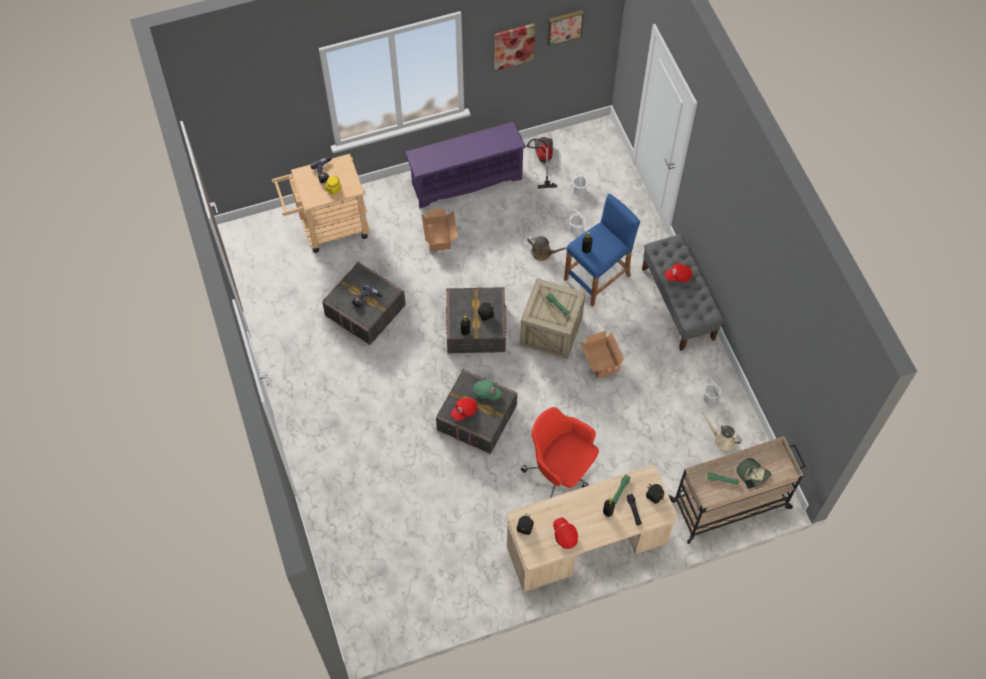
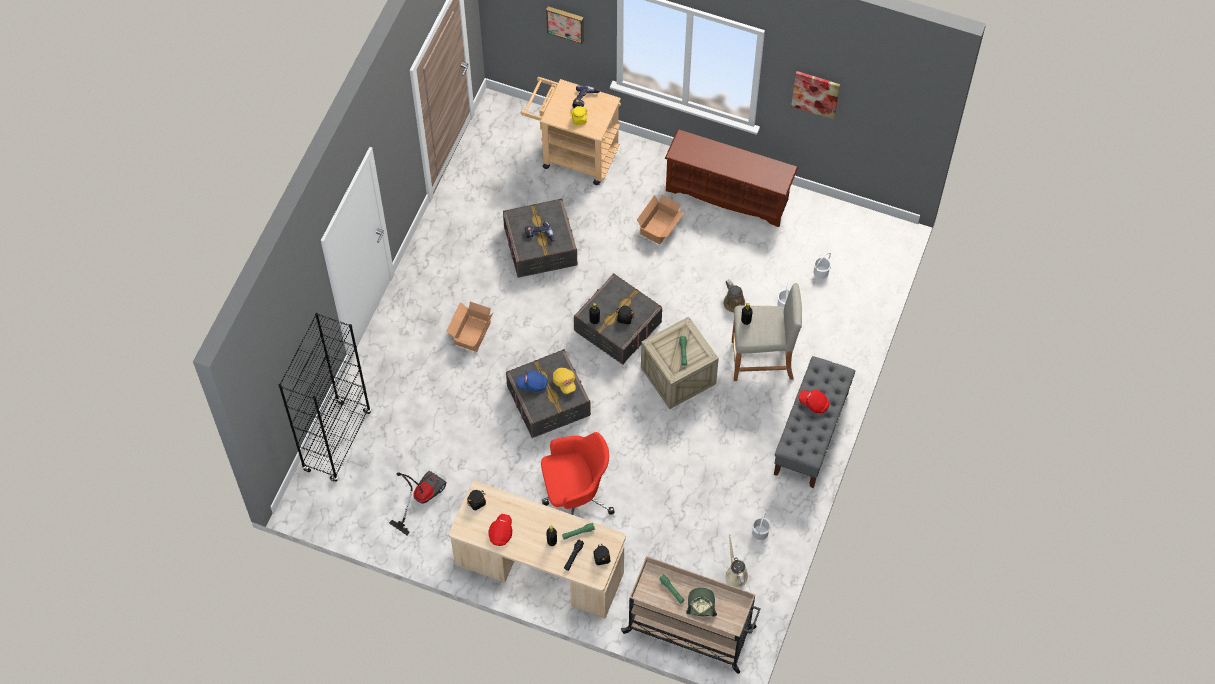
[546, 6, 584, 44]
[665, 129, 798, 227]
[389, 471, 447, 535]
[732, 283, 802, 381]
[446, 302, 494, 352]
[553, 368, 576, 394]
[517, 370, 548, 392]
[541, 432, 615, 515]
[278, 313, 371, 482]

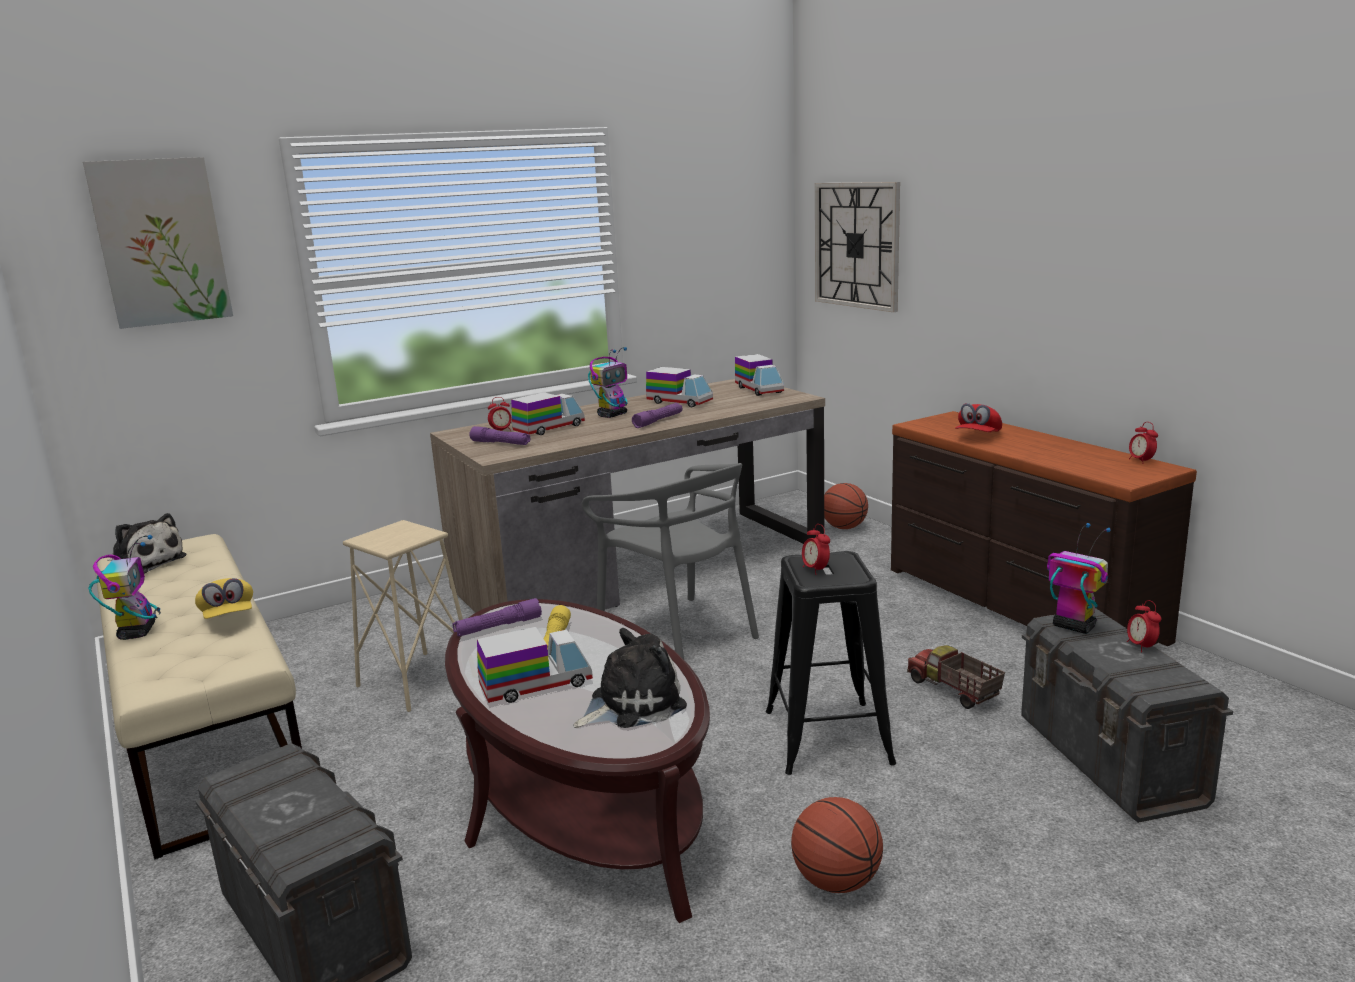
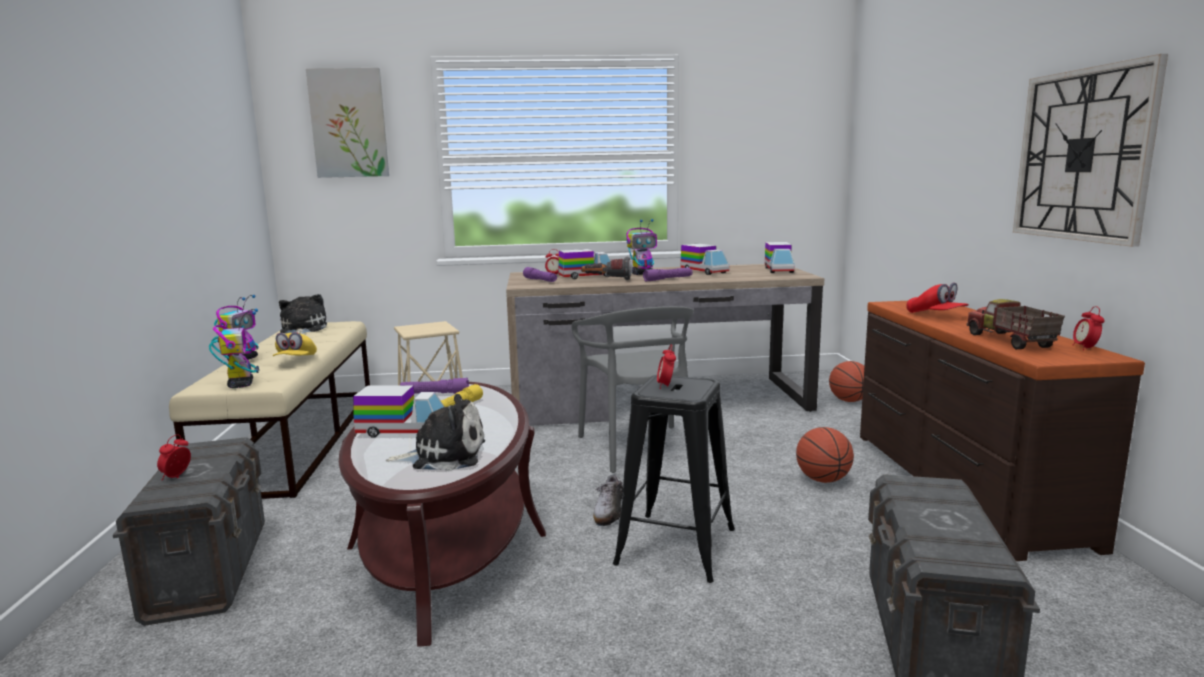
[1013, 54, 1168, 247]
[906, 282, 969, 313]
[279, 294, 327, 334]
[209, 308, 259, 388]
[157, 434, 191, 481]
[967, 299, 1065, 349]
[796, 427, 854, 483]
[581, 257, 632, 280]
[593, 475, 623, 526]

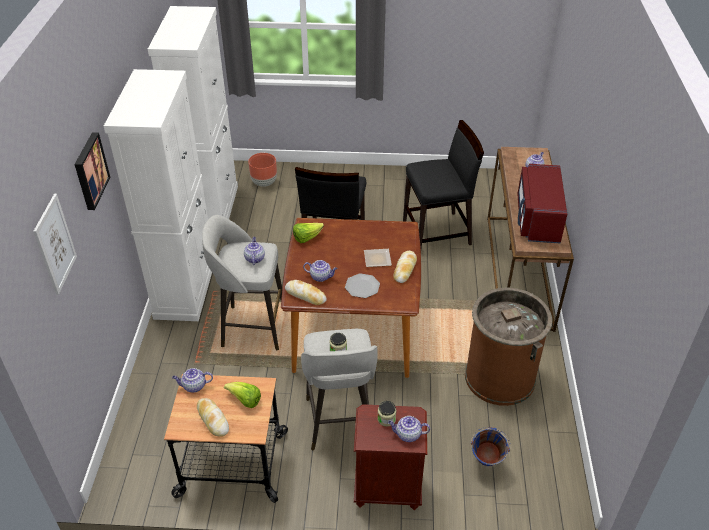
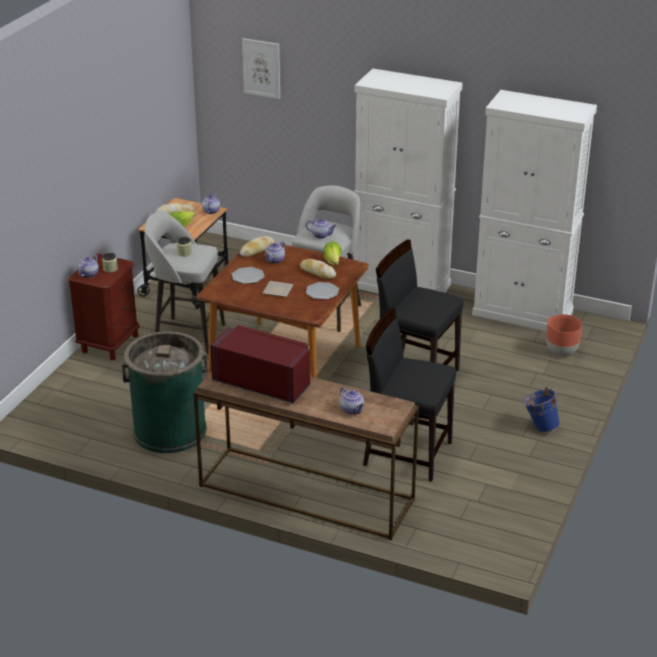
[363, 308, 456, 482]
[74, 132, 110, 210] (first image)
[300, 259, 336, 279]
[121, 331, 208, 453]
[523, 387, 560, 433]
[306, 282, 339, 299]

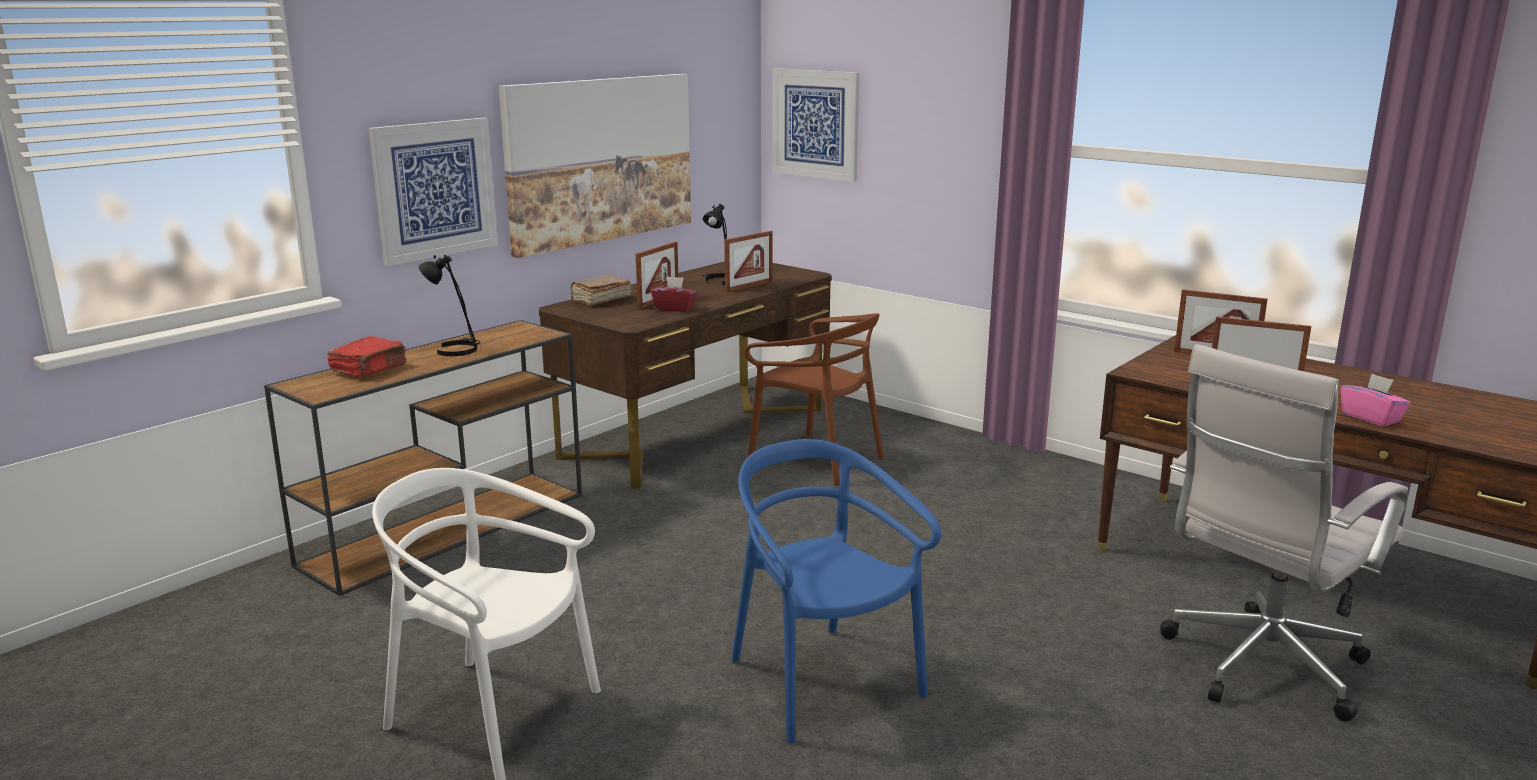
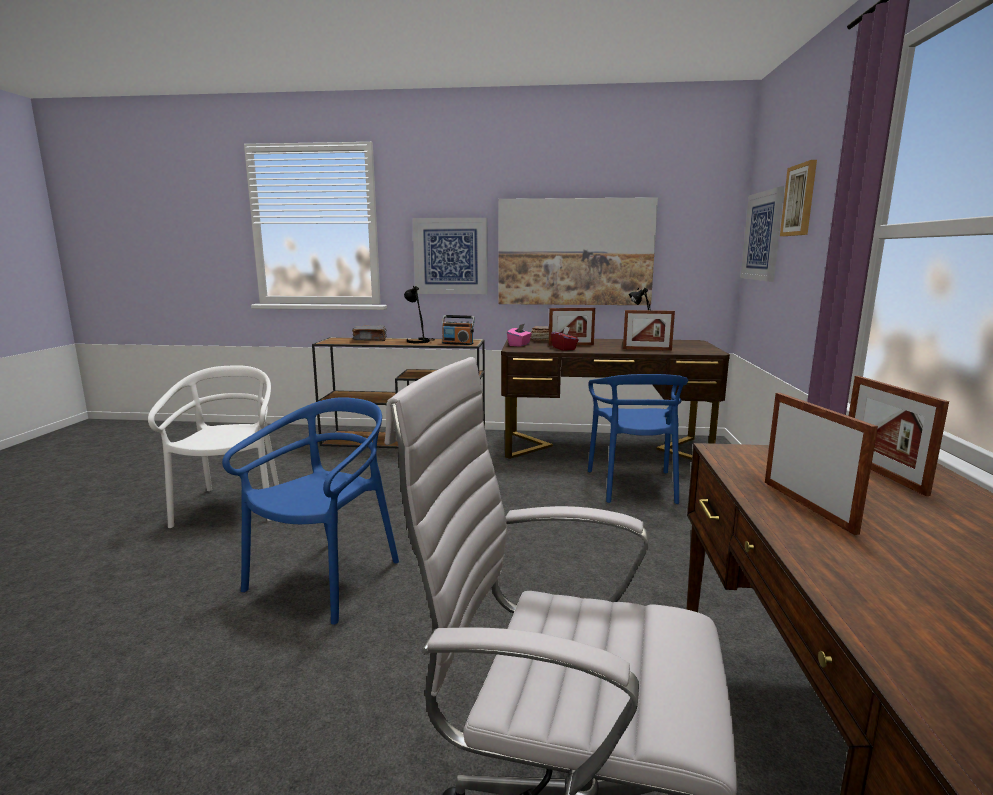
[588, 374, 688, 504]
[352, 325, 387, 341]
[507, 324, 532, 347]
[780, 160, 817, 236]
[442, 315, 475, 345]

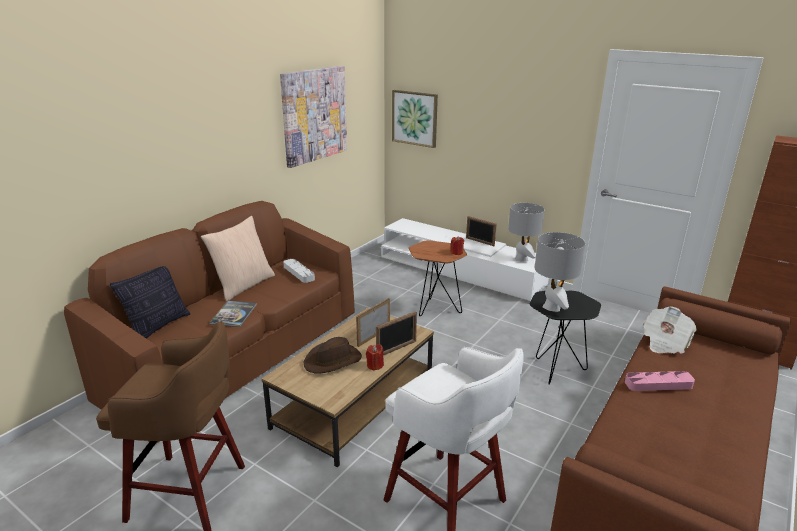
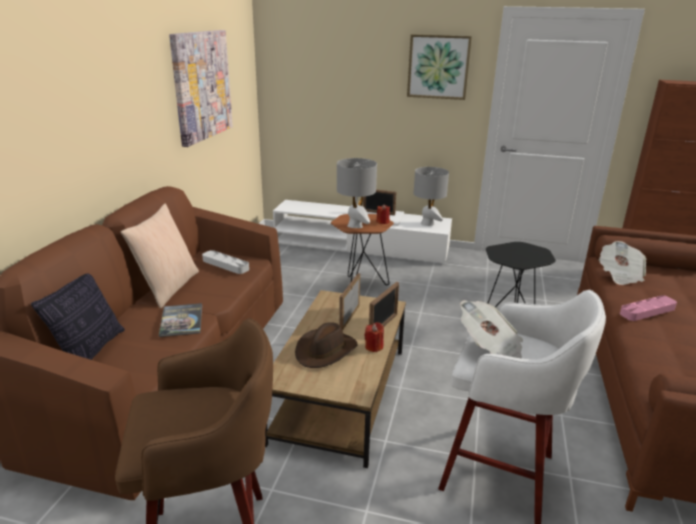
[407, 34, 472, 100]
[337, 158, 377, 228]
[460, 300, 523, 358]

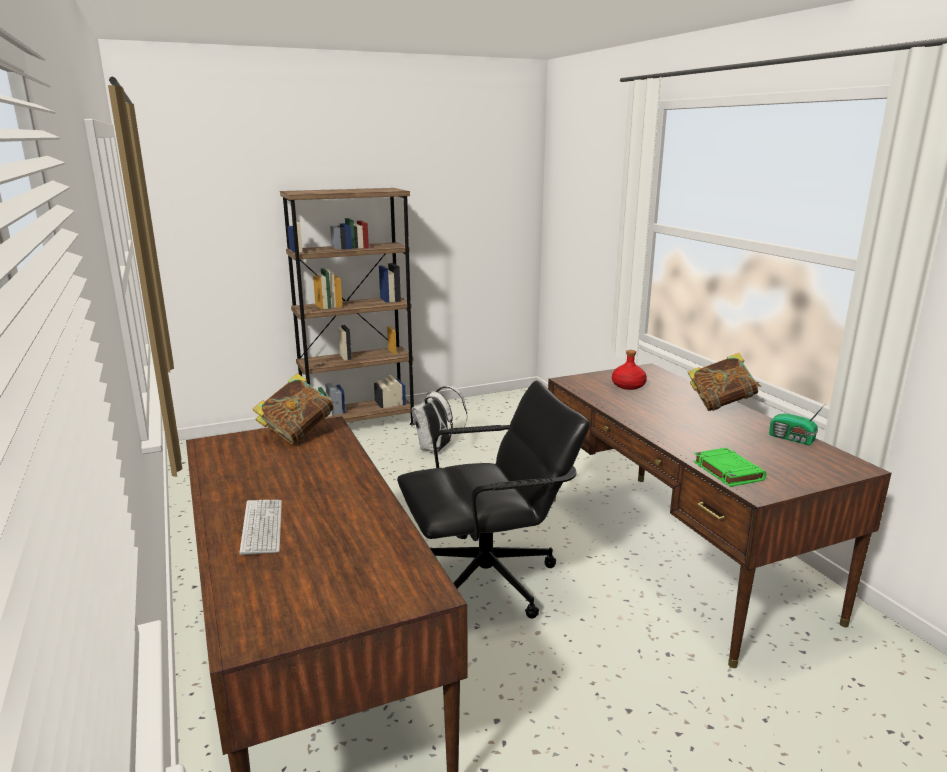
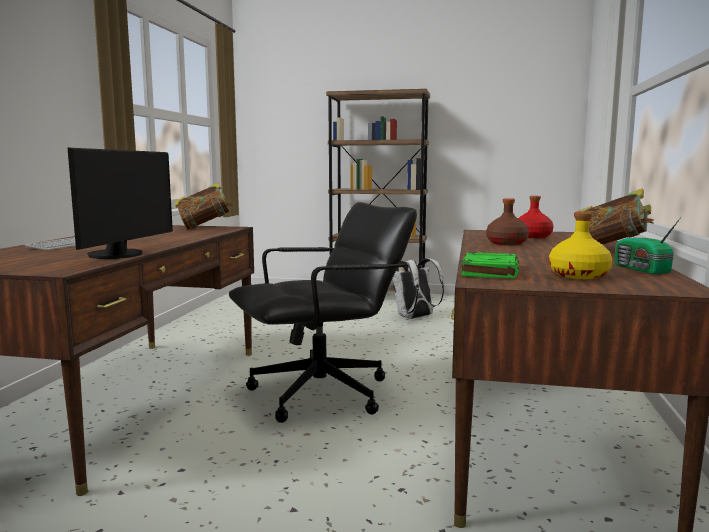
[229, 202, 417, 423]
[67, 147, 173, 259]
[486, 198, 529, 245]
[549, 212, 612, 279]

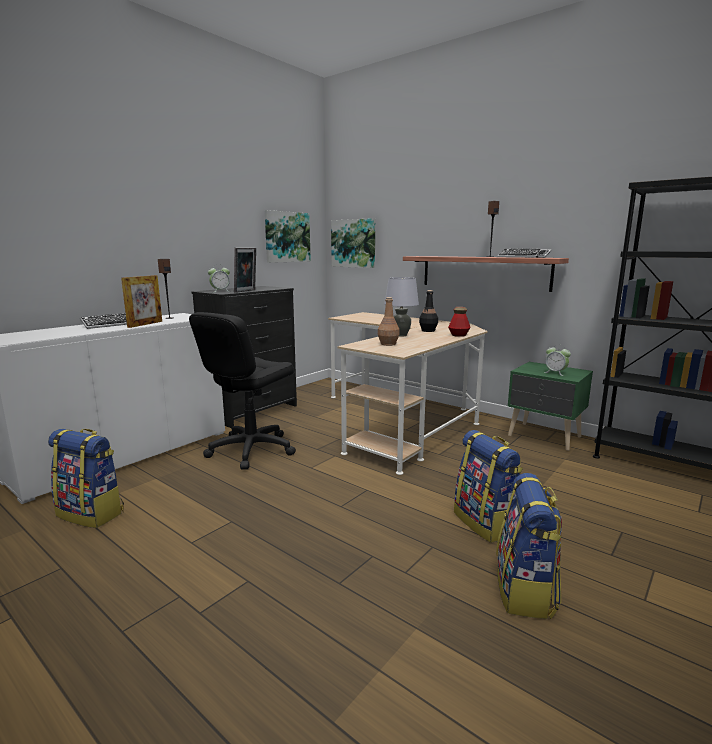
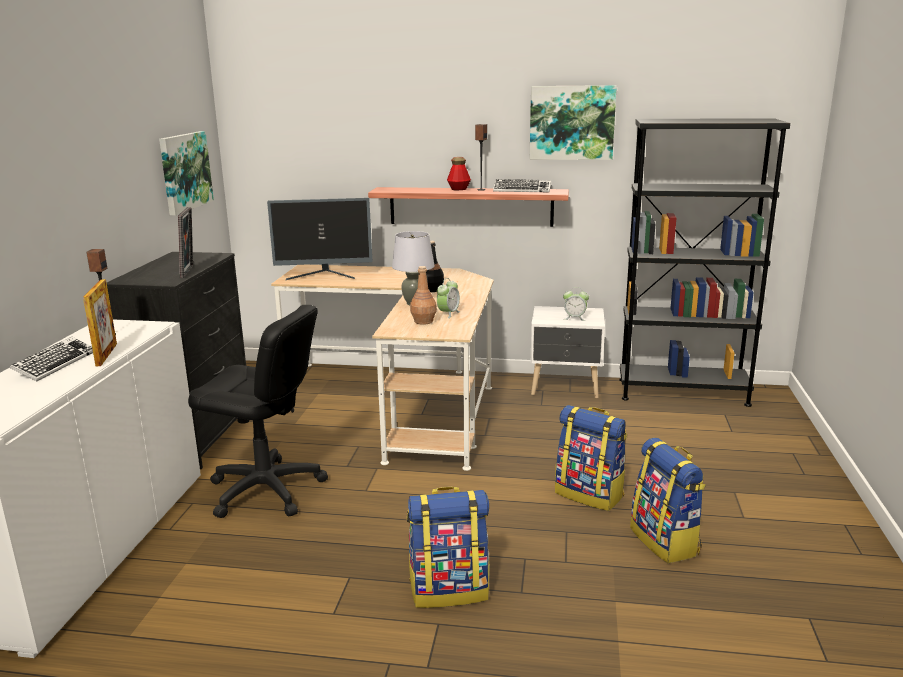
[530, 85, 617, 160]
[437, 278, 460, 318]
[447, 157, 471, 190]
[188, 305, 328, 518]
[531, 306, 605, 398]
[407, 487, 489, 608]
[267, 198, 372, 280]

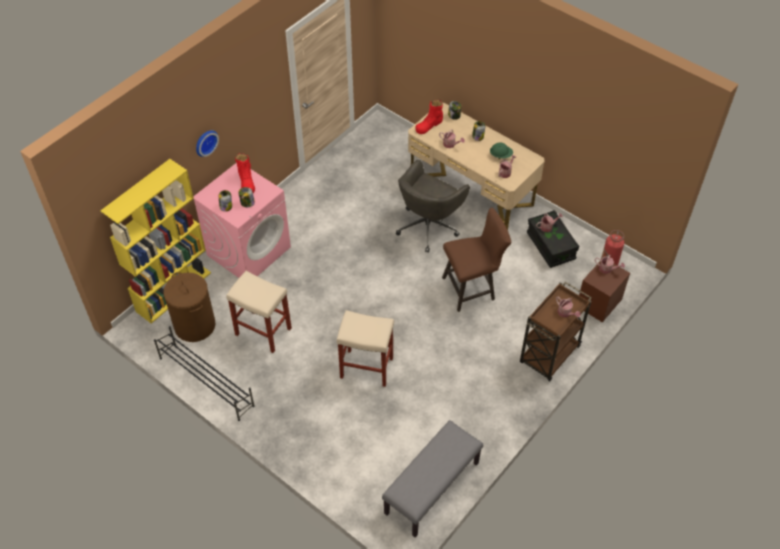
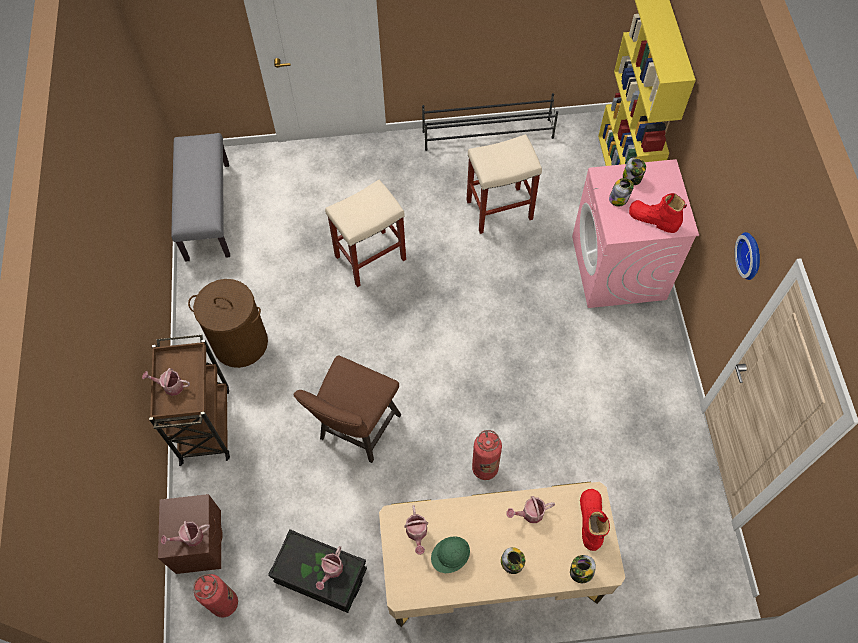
[735, 232, 760, 280]
[472, 430, 502, 480]
[188, 279, 268, 368]

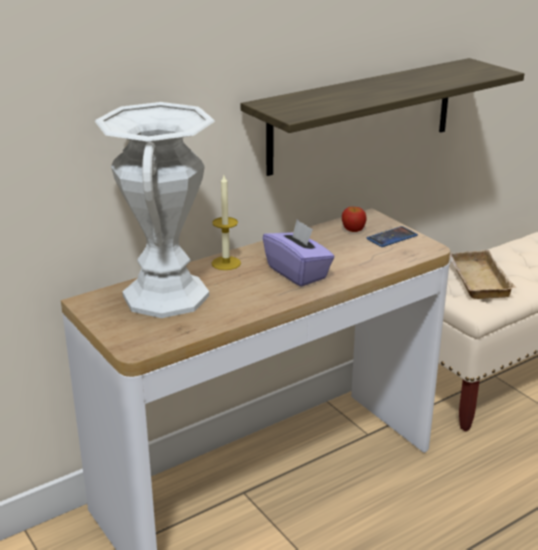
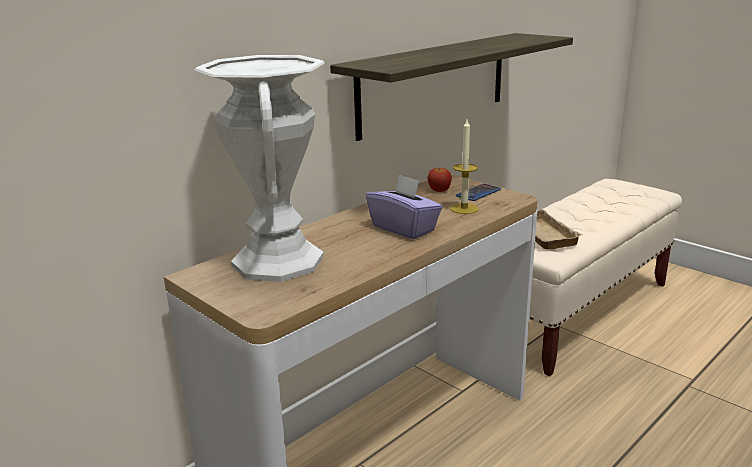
[450, 120, 479, 214]

